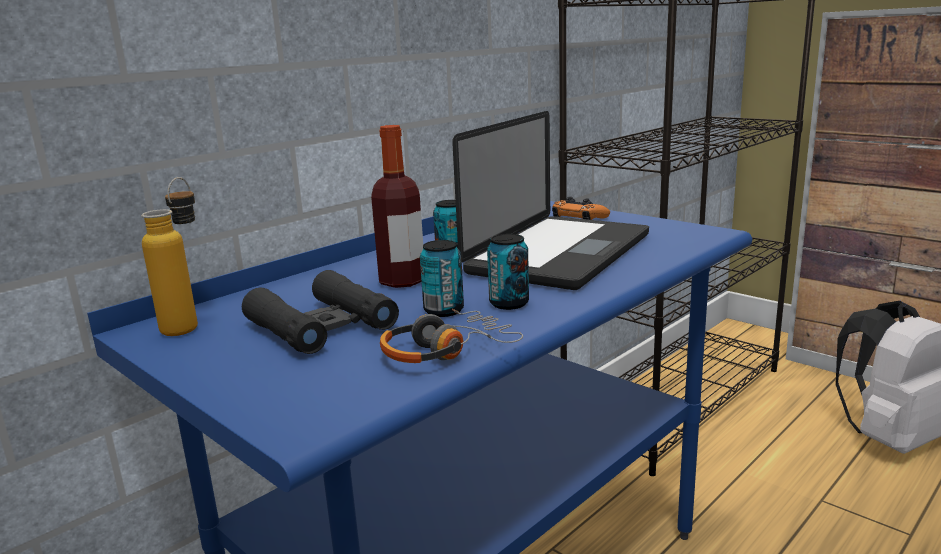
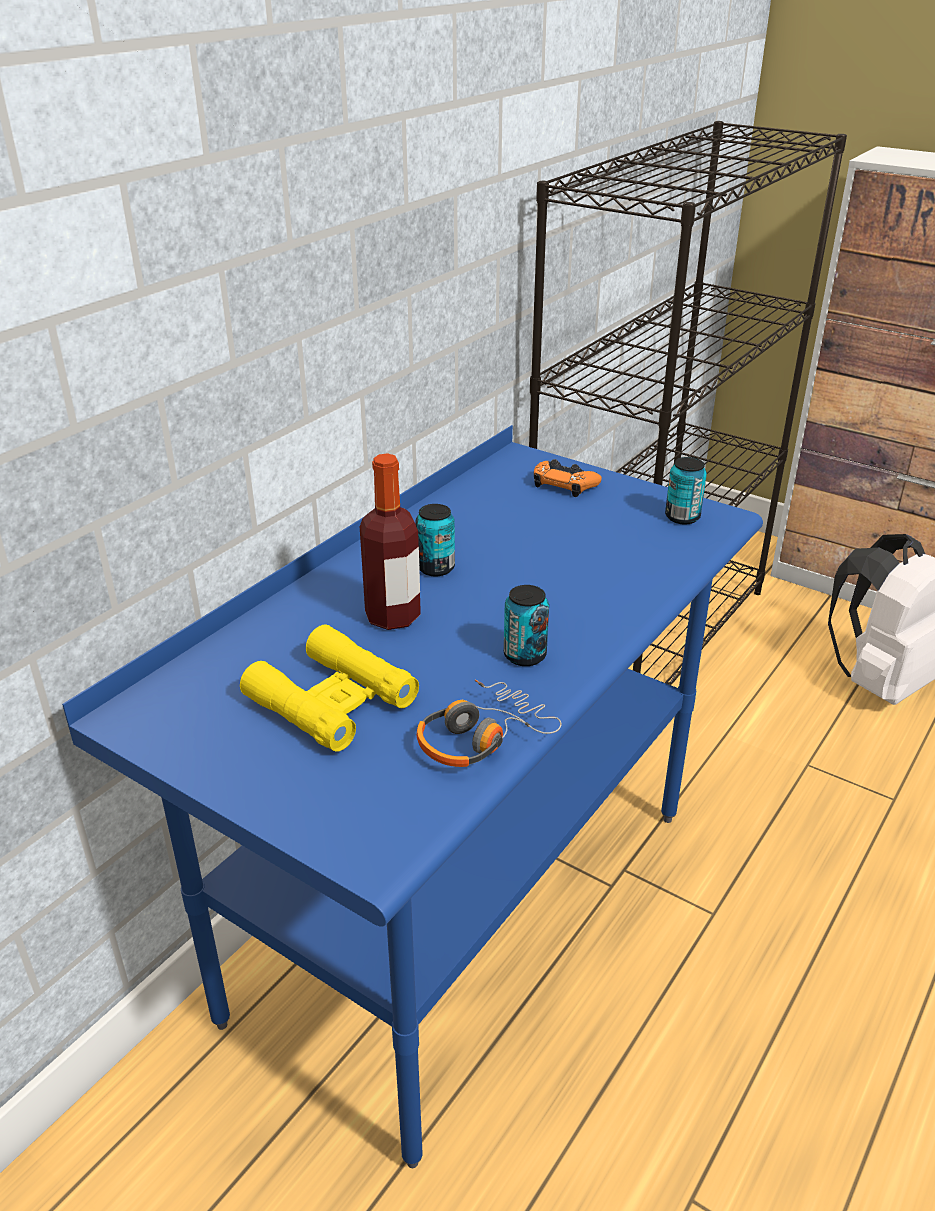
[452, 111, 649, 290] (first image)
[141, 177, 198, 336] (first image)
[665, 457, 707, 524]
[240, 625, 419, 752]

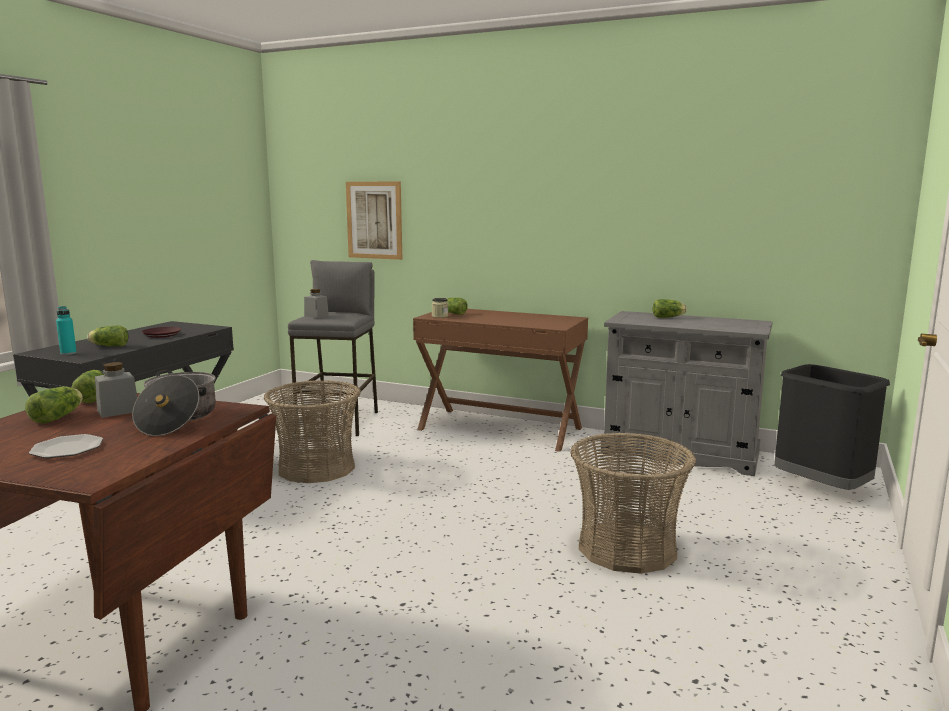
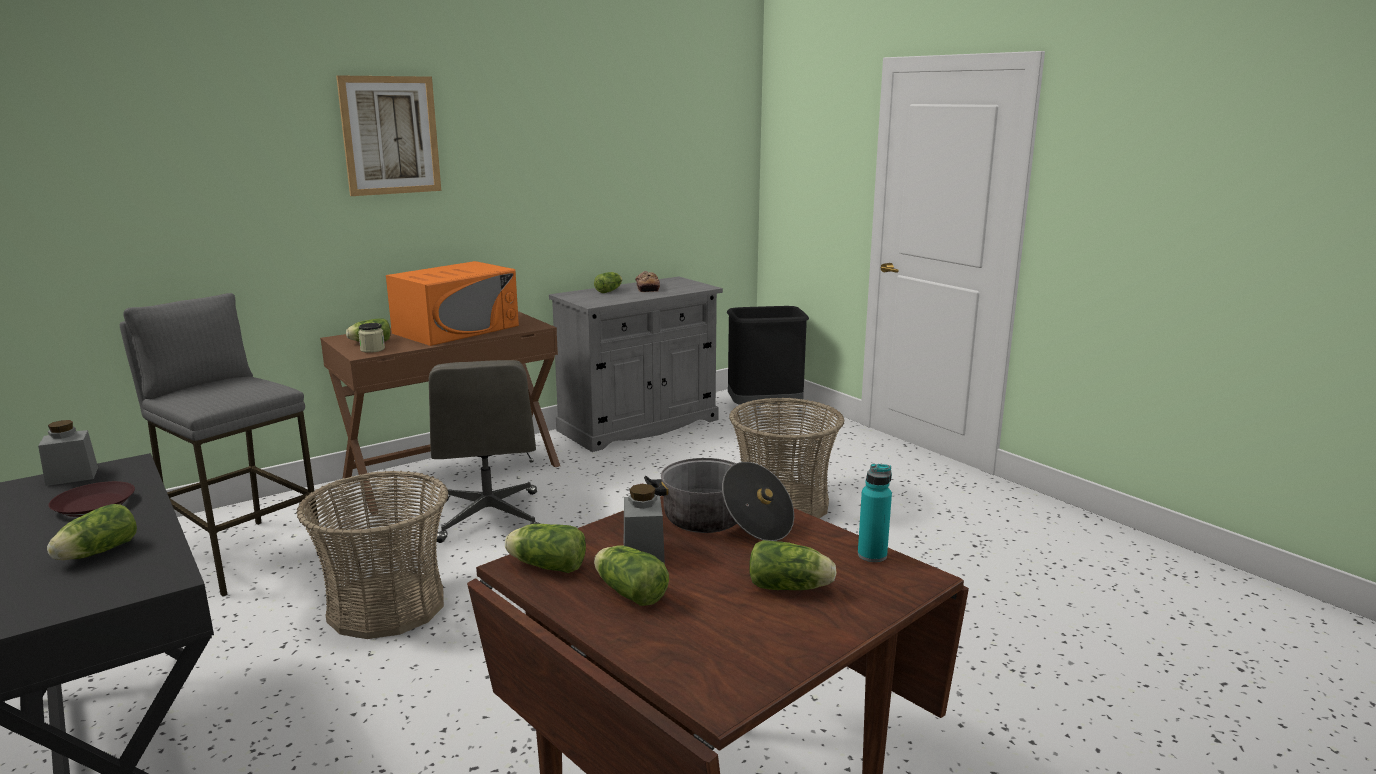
[336, 75, 441, 196]
[38, 420, 98, 486]
[858, 464, 892, 562]
[749, 540, 837, 590]
[386, 261, 519, 346]
[635, 271, 660, 292]
[429, 360, 540, 543]

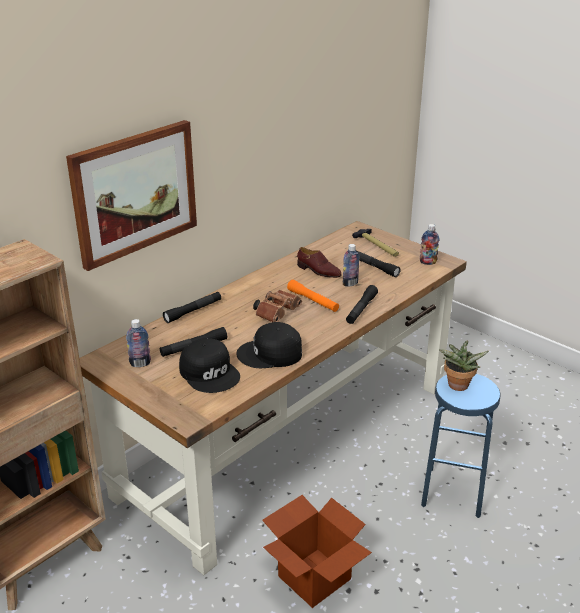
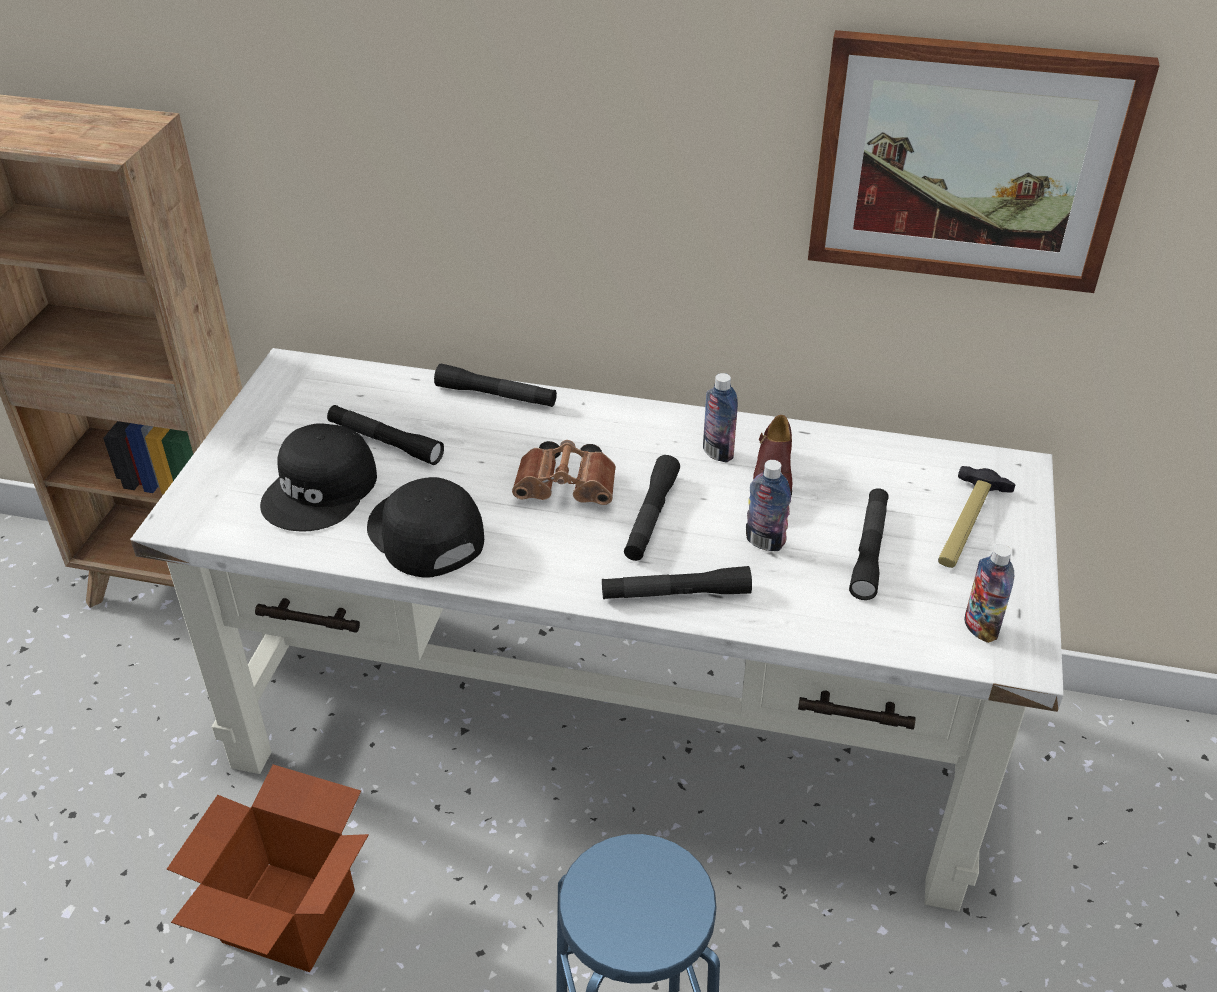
[808, 30, 1160, 293]
[130, 348, 1064, 911]
[624, 455, 680, 561]
[703, 373, 738, 462]
[439, 340, 489, 391] (first image)

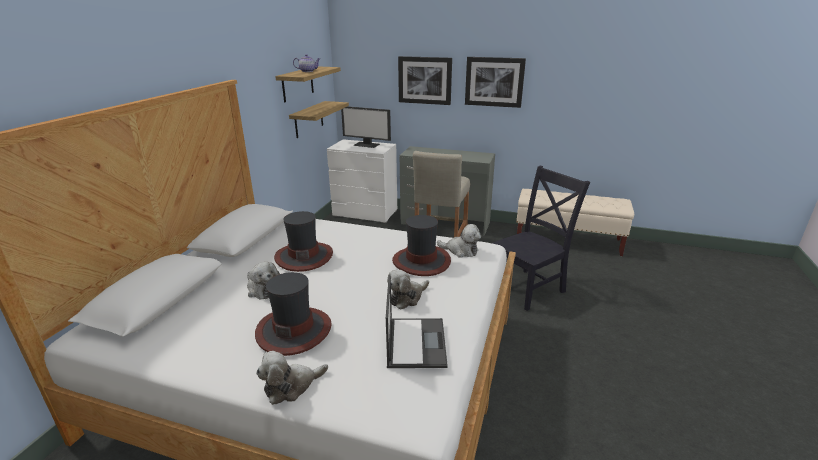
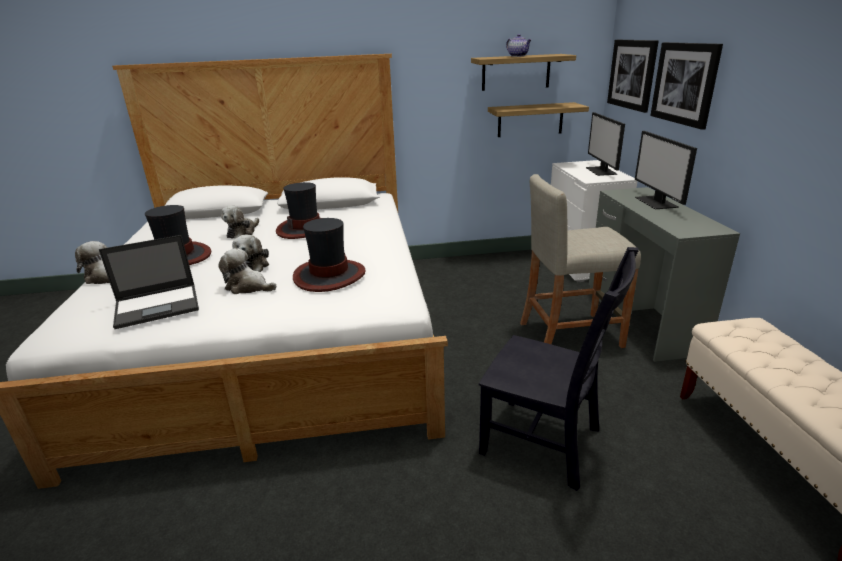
[607, 40, 659, 113]
[232, 235, 269, 272]
[635, 131, 697, 209]

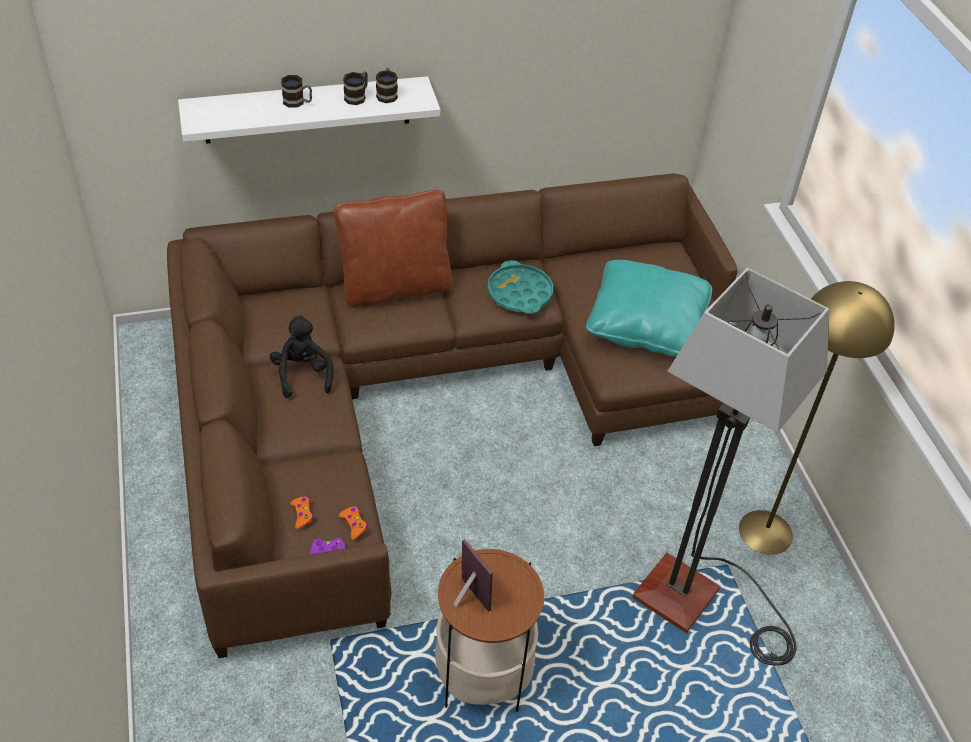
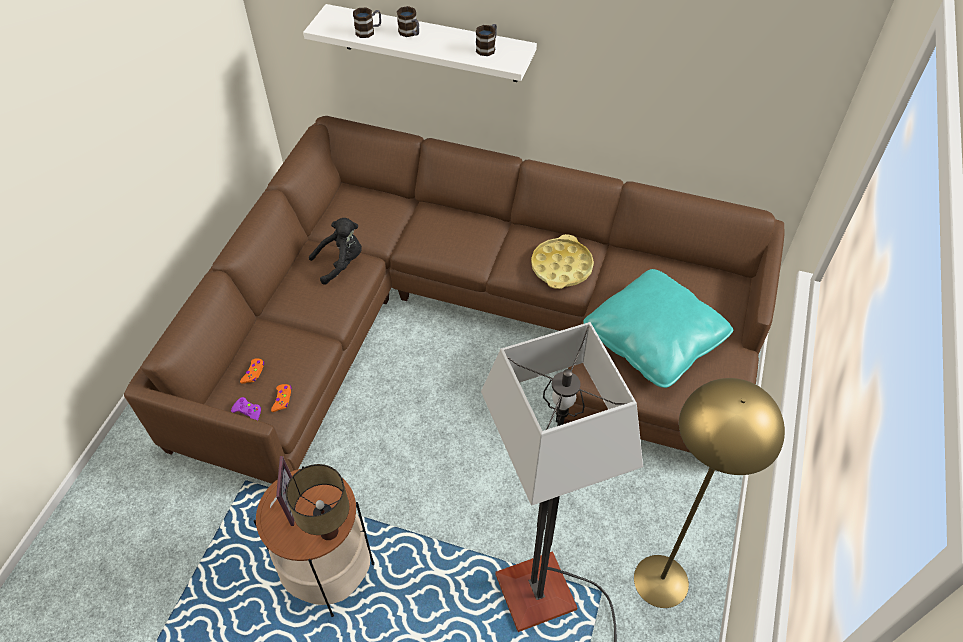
[353, 8, 381, 38]
[334, 190, 452, 307] (first image)
[531, 234, 594, 289]
[309, 218, 362, 285]
[286, 464, 349, 540]

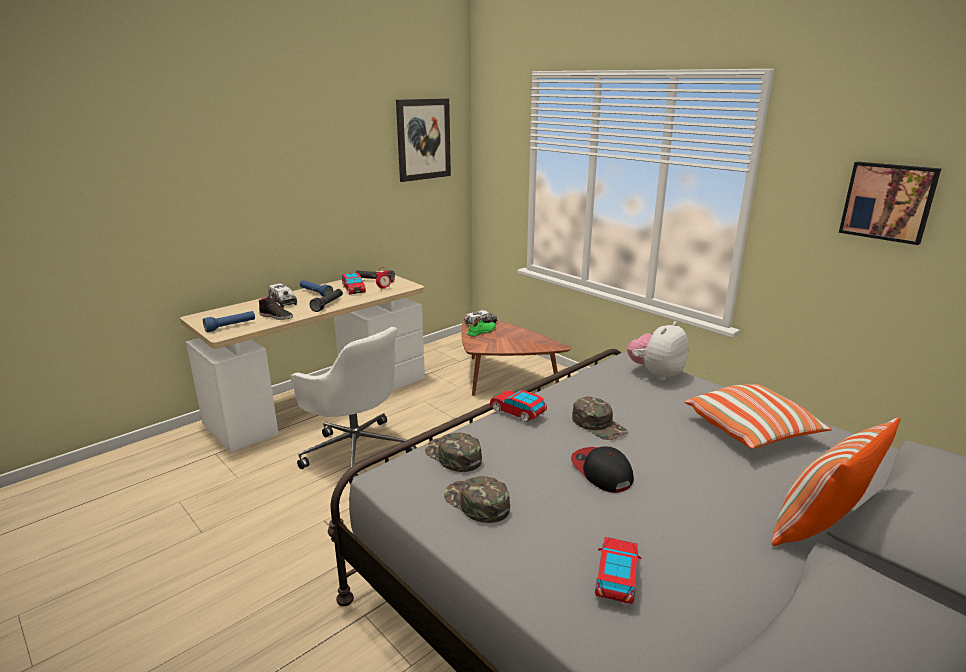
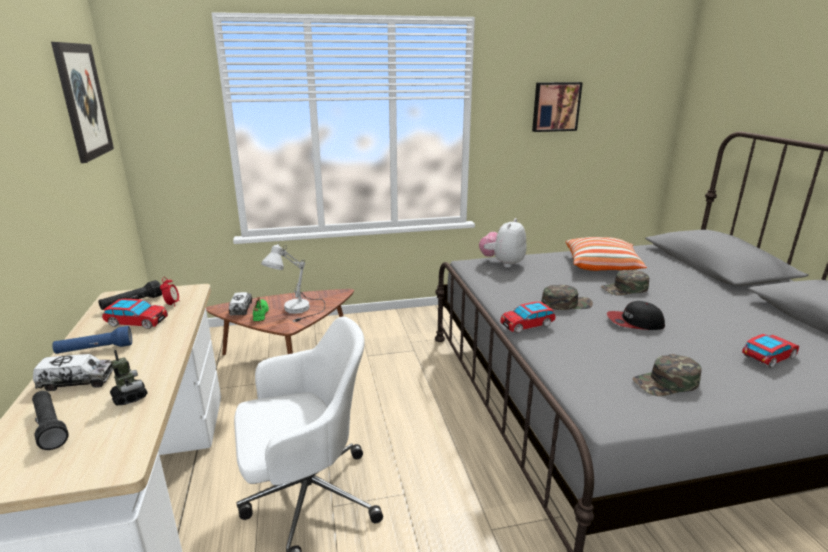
[32, 391, 69, 450]
[110, 350, 148, 405]
[203, 311, 255, 332] (first image)
[479, 218, 526, 268]
[772, 417, 900, 546] (first image)
[601, 270, 649, 296]
[742, 334, 799, 368]
[261, 243, 325, 322]

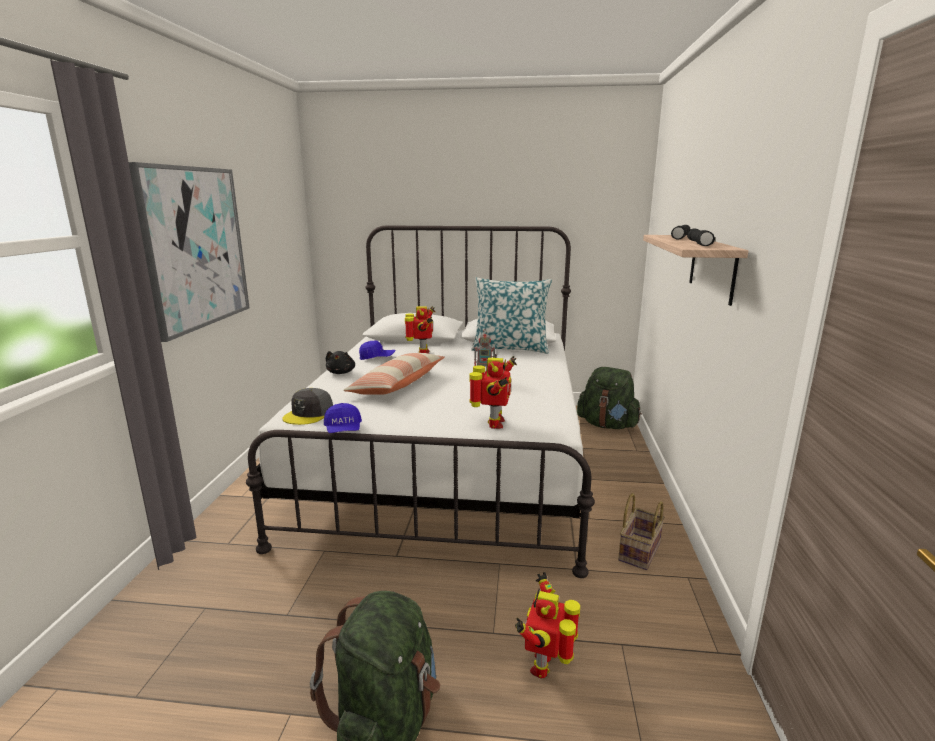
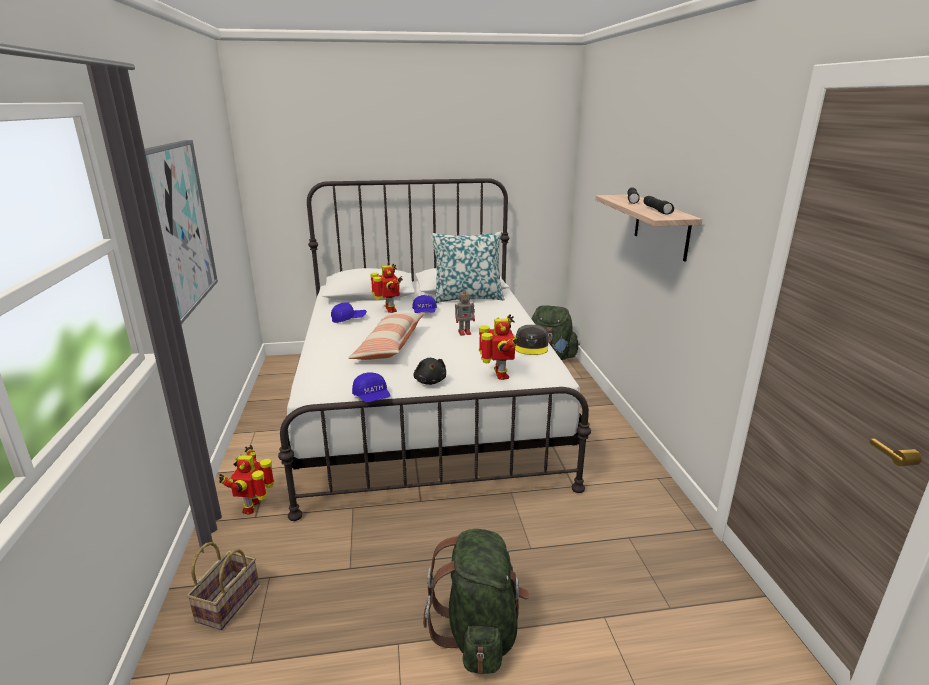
[413, 358, 446, 385]
[515, 325, 548, 355]
[187, 542, 259, 630]
[219, 445, 275, 514]
[412, 295, 437, 313]

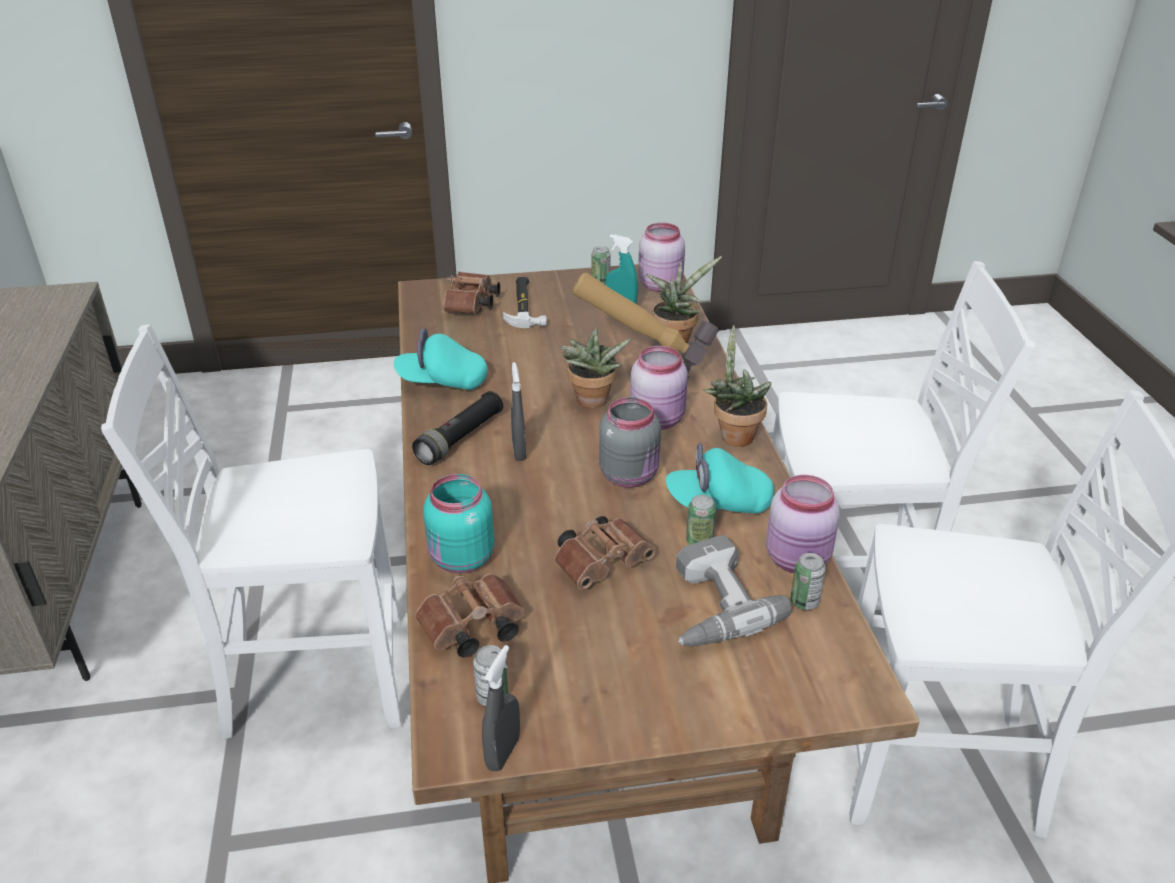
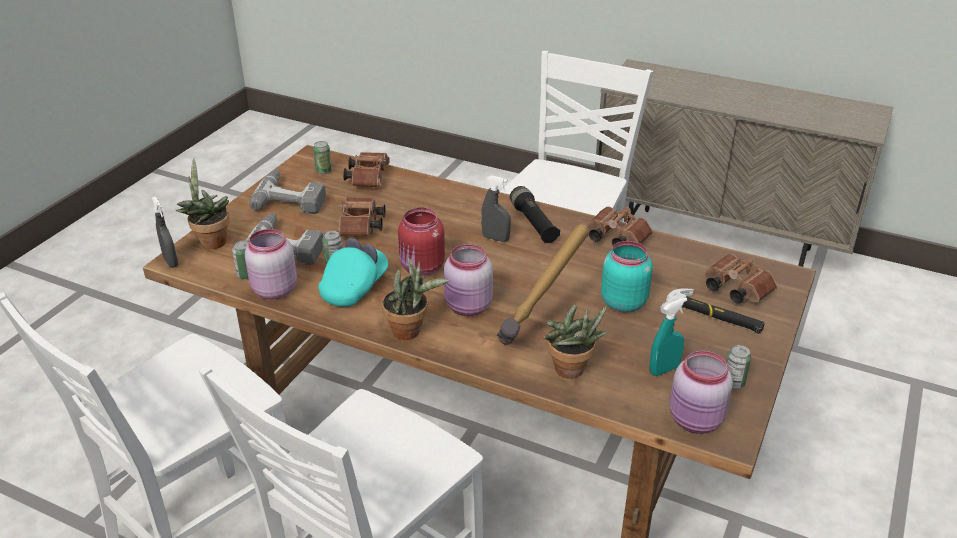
[586, 206, 652, 246]
[176, 159, 230, 249]
[398, 207, 445, 276]
[601, 241, 653, 313]
[152, 196, 178, 268]
[250, 169, 326, 214]

